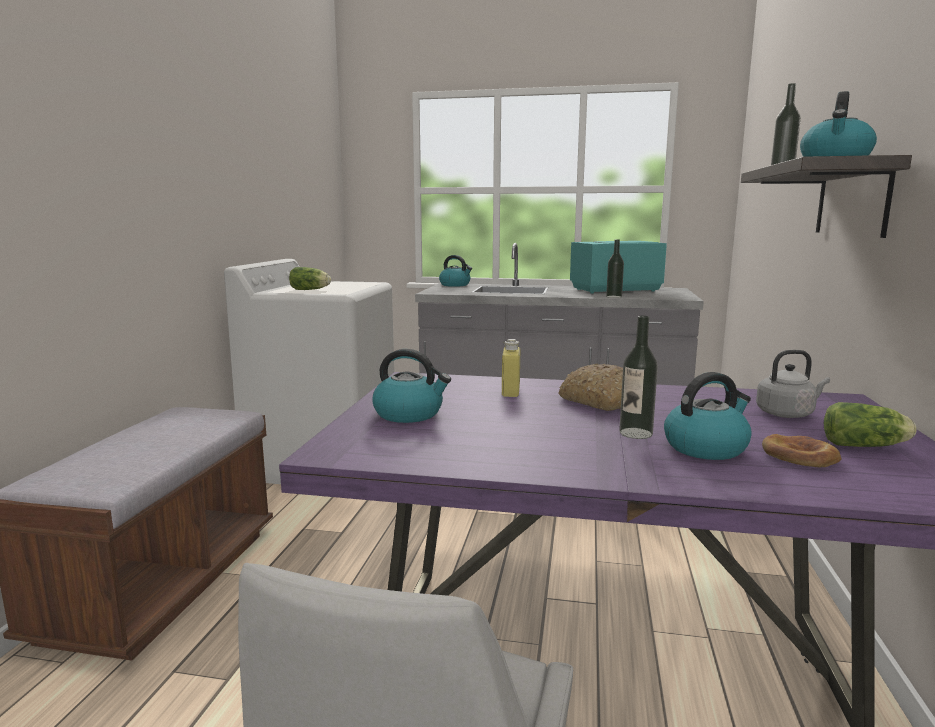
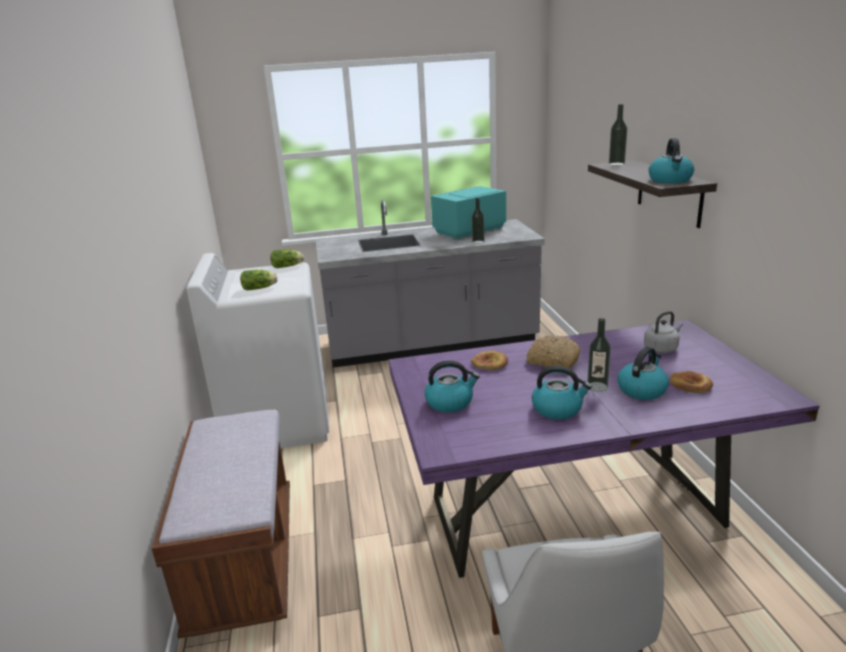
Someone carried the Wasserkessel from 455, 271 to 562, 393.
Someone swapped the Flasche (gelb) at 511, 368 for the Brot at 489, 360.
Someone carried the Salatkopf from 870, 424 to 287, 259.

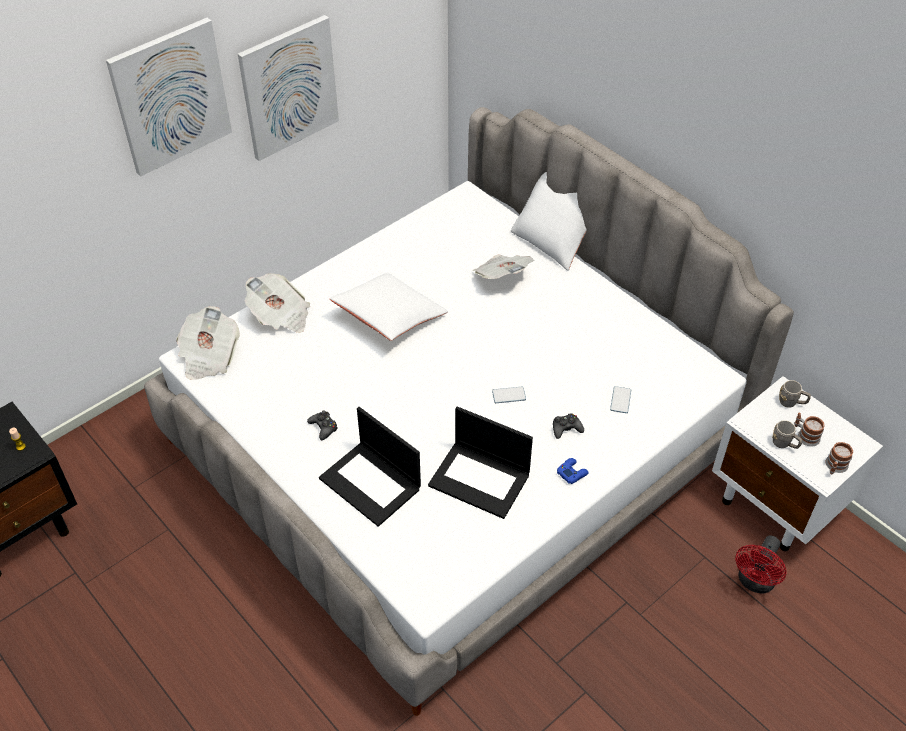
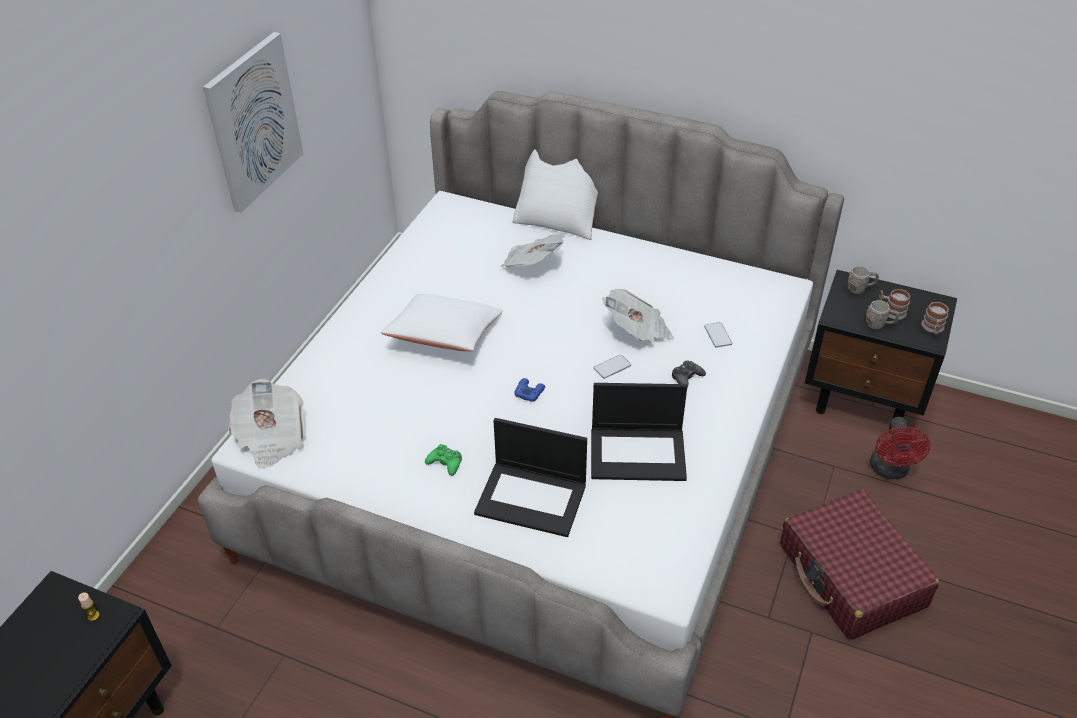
Someone took away the Bild at 169, 97.
Someone carried the Zeitung from 277, 303 to 638, 315.
Someone repainted the Gamepad (schwarz) at 322, 425, which became the Gamepad (grün) at 443, 460.
Someone carried the Gamepad (blau) from 573, 471 to 529, 390.
Someone repainted the Nachttisch (weiß) at 797, 463, which became the Nachttisch (schwarz) at 881, 352.
Someone put down the Koffer (rot) at 859, 564.

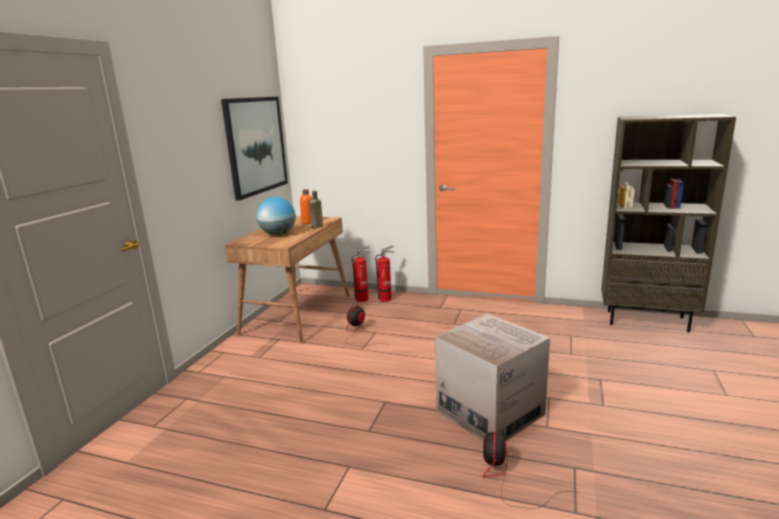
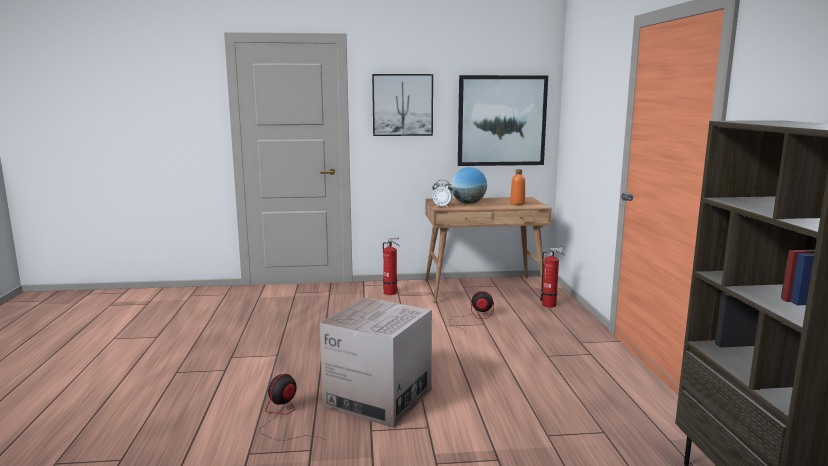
Someone took away the Flasche (braun) at 316, 210.
Someone carried the Feuerlöscher from 384, 273 to 391, 266.
Someone rotated the Ventilator at 530, 470 by 45 degrees counterclockwise.
Someone put up the Bild at 402, 105.
Someone put down the Wecker at 442, 193.

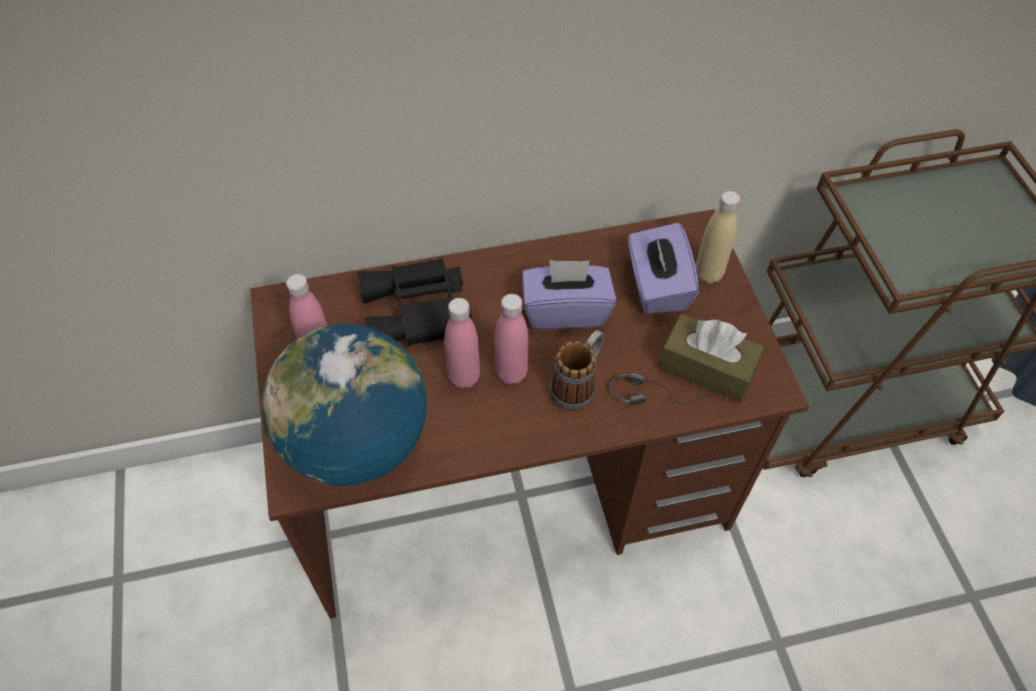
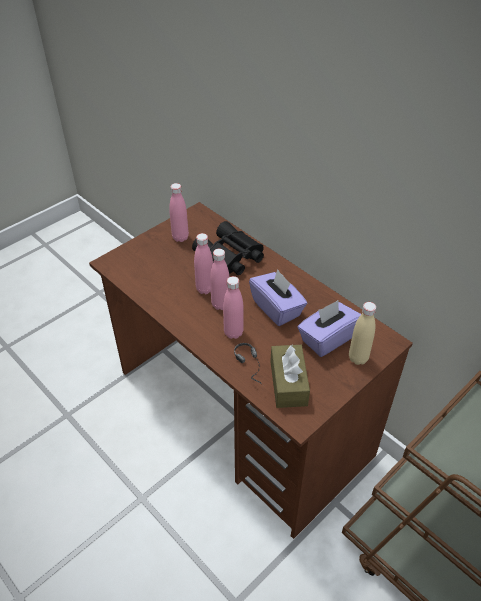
Someone took away the Globus at 344, 405.
Someone swapped the Henkelbecher at 577, 370 for the Flasche (rosa) at 233, 307.

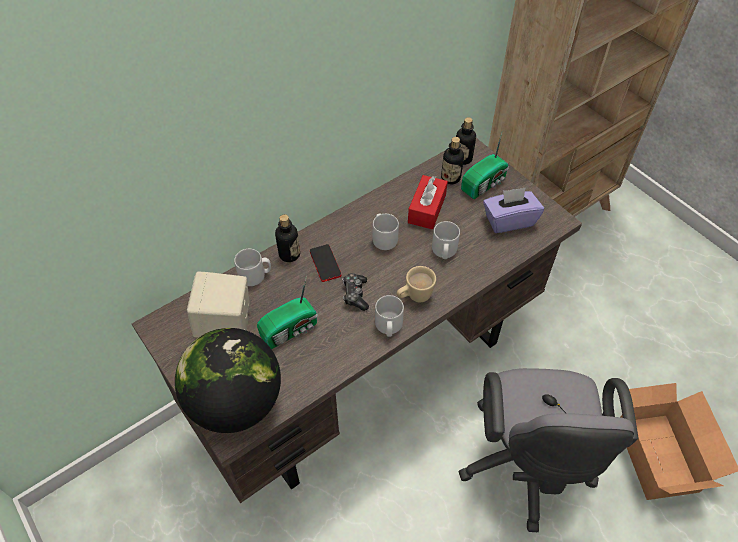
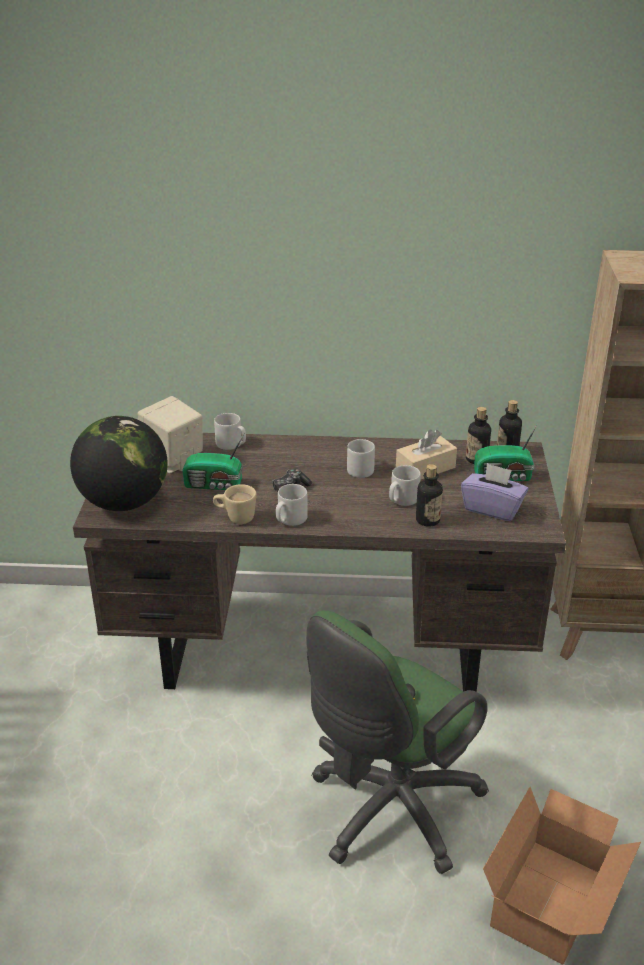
Someone carried the Flasche from 287, 238 to 429, 495.
Someone took away the Handy at 325, 263.
Someone carried the Henkelbecher (beige) from 416, 284 to 235, 504.
Someone repainted the Taschentuchbox (rot) at 428, 202, which became the Taschentuchbox (beige) at 426, 454.
Someone repainted the Bürostuhl (grau) at 548, 450, which became the Bürostuhl (grün) at 397, 742.

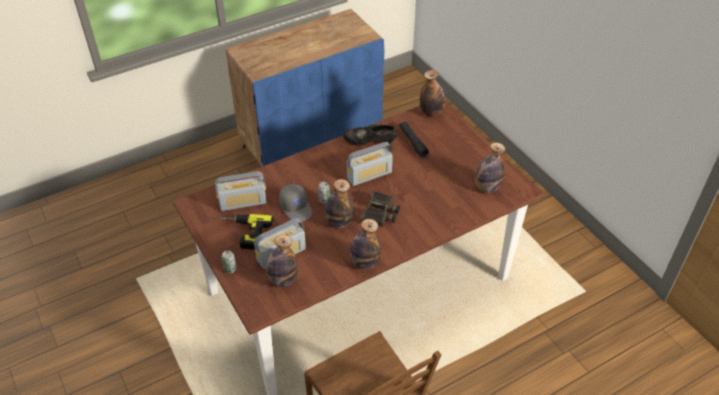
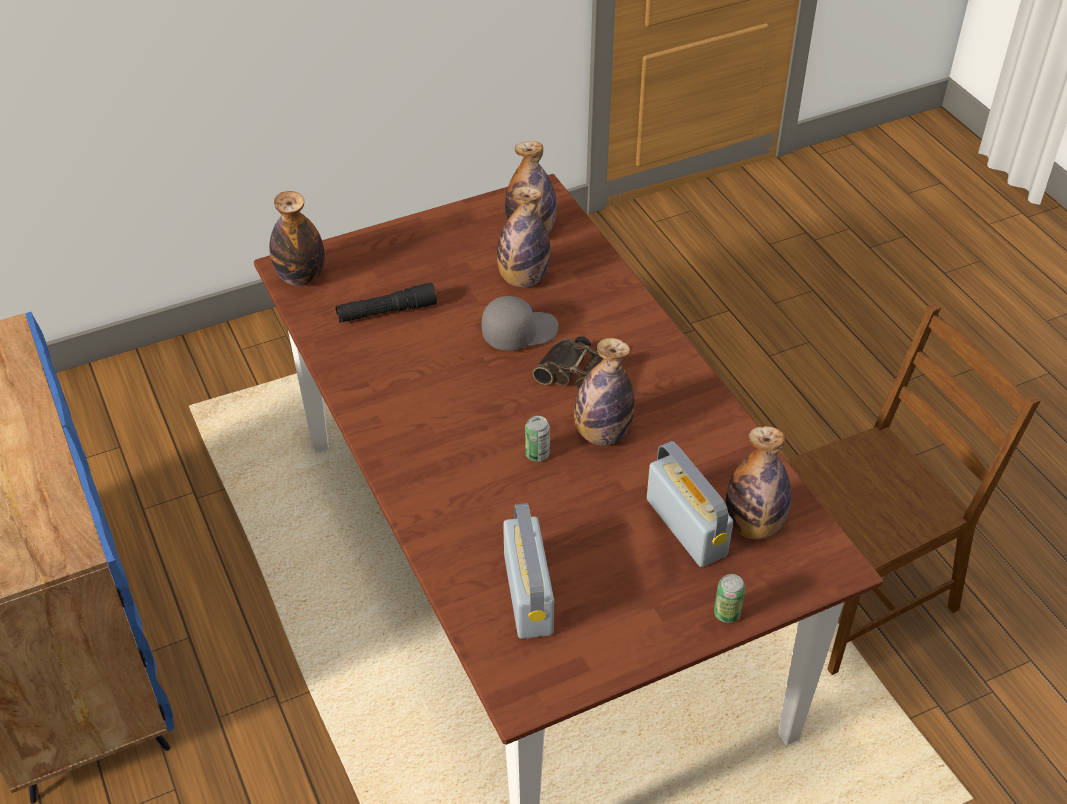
Someone took away the Bohrmaschine at 245, 232.
Someone carried the Kappe (grau) from 295, 202 to 520, 323.
Someone took away the Schuh (schwarz) at 370, 135.
Someone took away the Radio at 370, 164.
Someone carried the Flasche from 365, 244 to 523, 236.

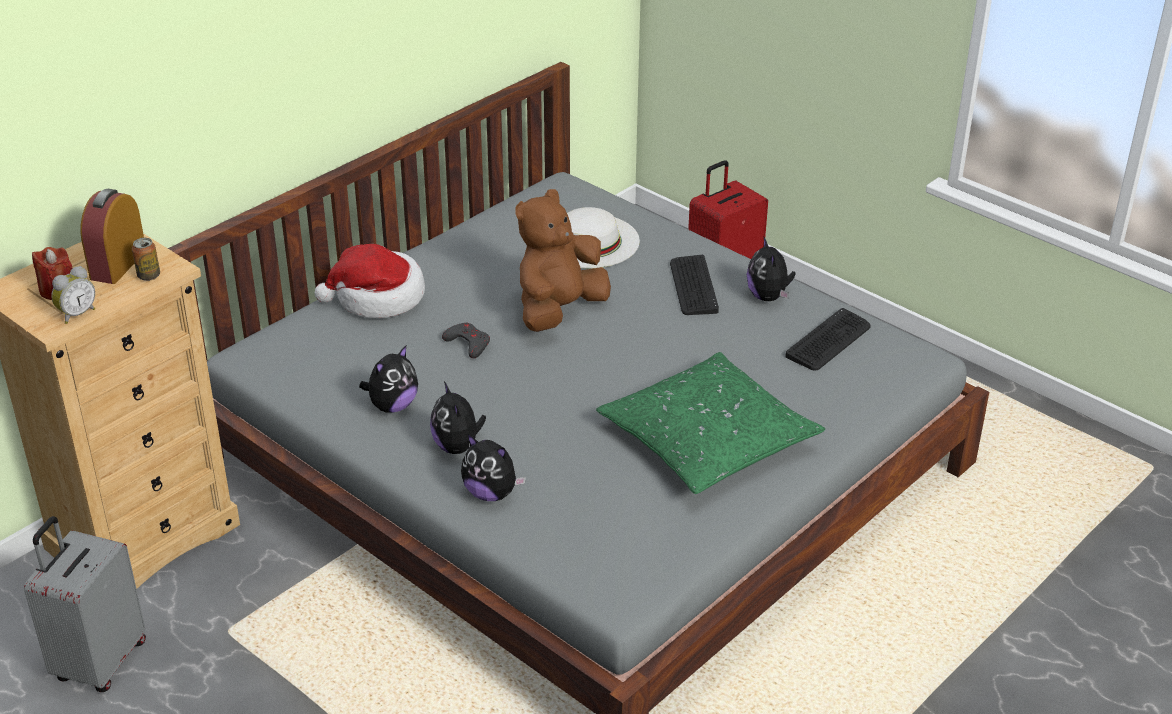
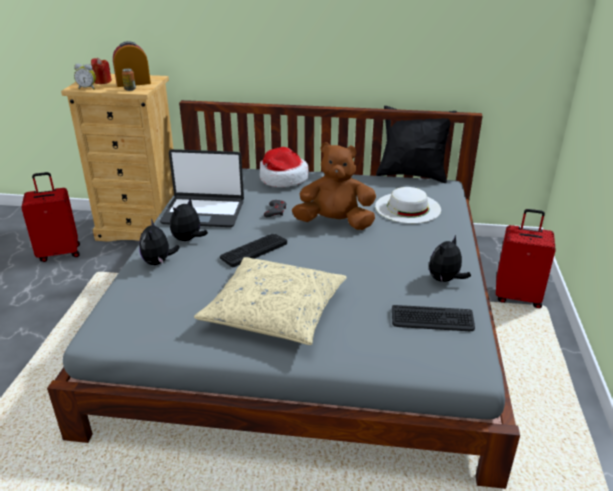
Someone repainted the Koffer (grau) at 85, 604, which became the Koffer (rot) at 50, 217.
Someone swapped the Plüschtier at 388, 379 for the Laptop at 202, 188.
Someone repainted the Kissen (grün) at 710, 423, which became the Kissen (beige) at 270, 301.
Someone carried the Tastatur from 694, 285 to 253, 251.
Someone put down the Kissen (schwarz) at 416, 144.

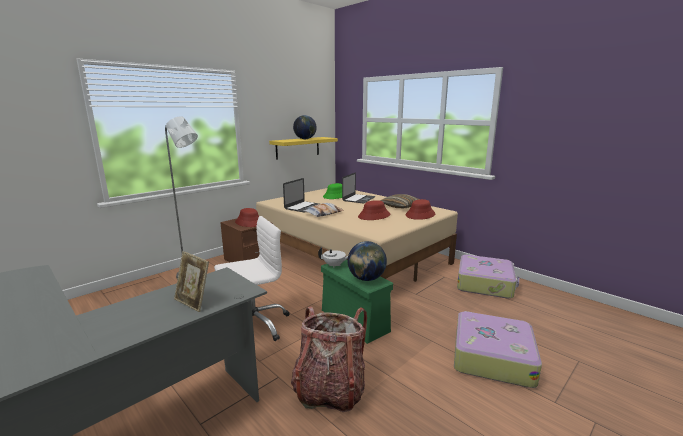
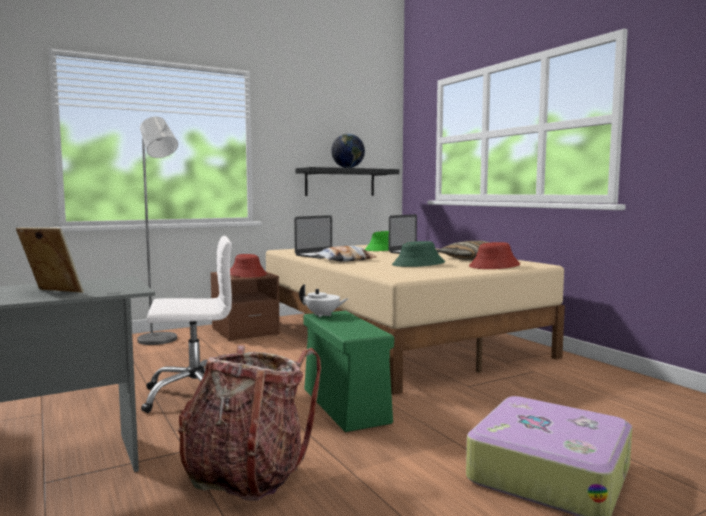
Someone rotated the Bilderrahmen at 191, 281 by 150 degrees clockwise.
Someone repainted the Wandregal (gelb) at 303, 148, which became the Wandregal (schwarz) at 347, 181.
Someone took away the Globus at 367, 261.
Someone repainted the Hut (rot) at 374, 210, which became the Hut (grün) at 418, 254.
Someone took away the Koffer at 488, 277.

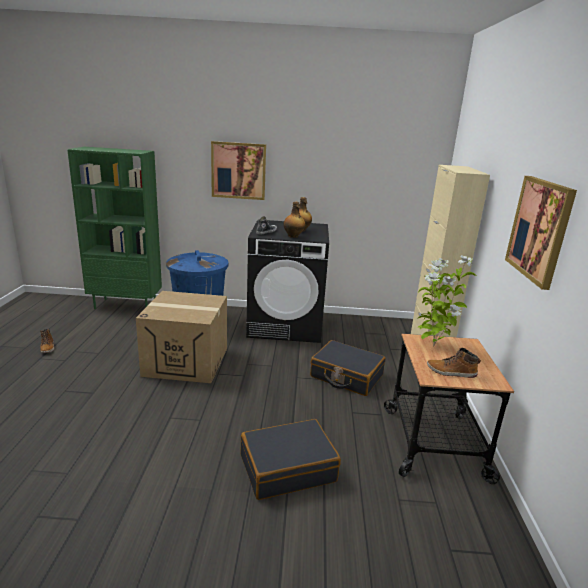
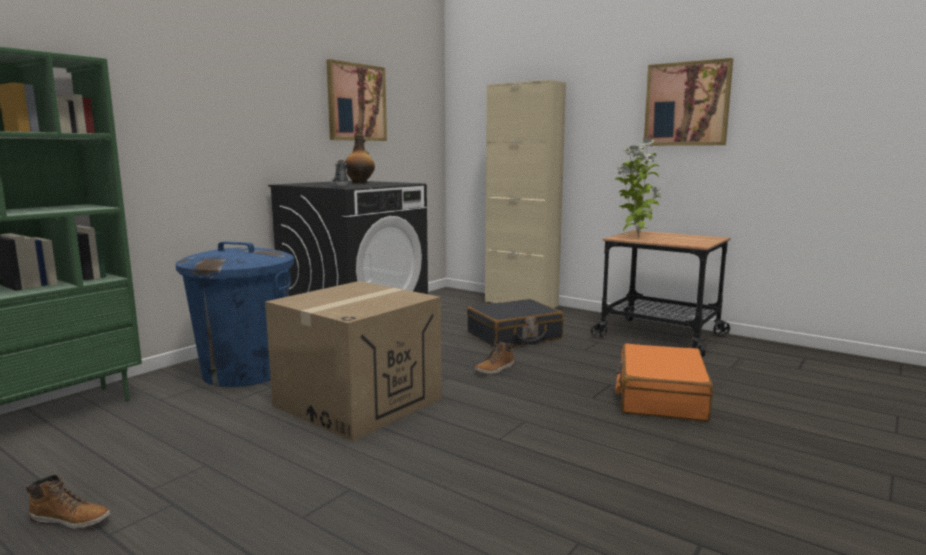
Someone carried the Bild from 238, 170 to 356, 100.
Someone repainted the Koffer (schwarz) at 291, 459, which became the Koffer (orange) at 664, 383.
Someone took away the Flasche at 294, 220.
Someone carried the Stiefel from 454, 363 to 495, 357.

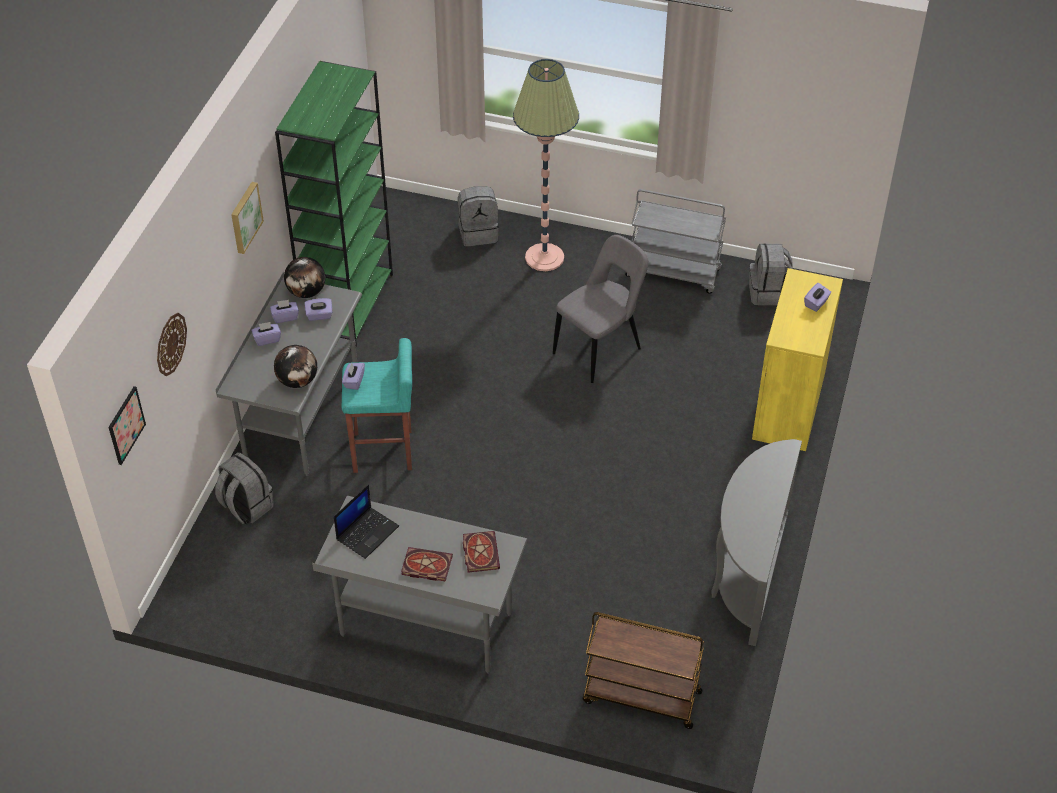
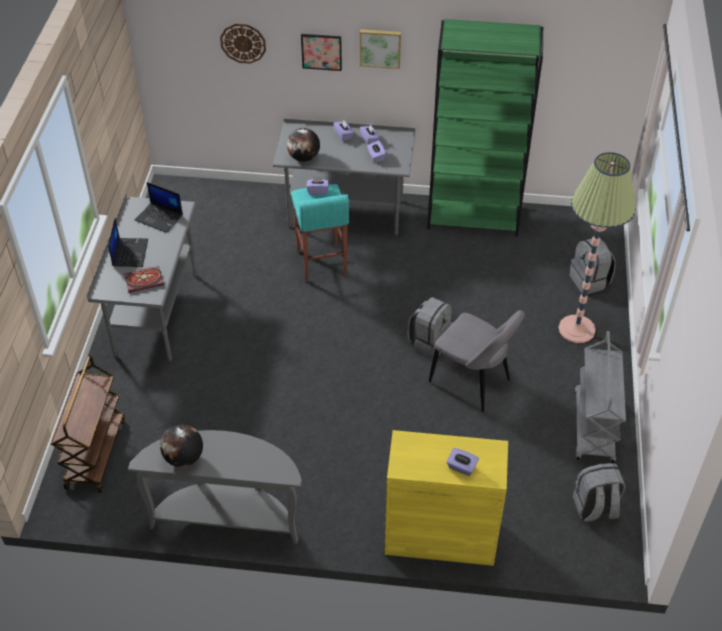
Someone carried the Bild from 127, 425 to 321, 52.
Someone carried the Rucksack (grau) from 244, 488 to 430, 327.
Someone carried the Globus from 304, 277 to 181, 445.
Someone swapped the Buch at 427, 564 for the Laptop at 128, 242.

